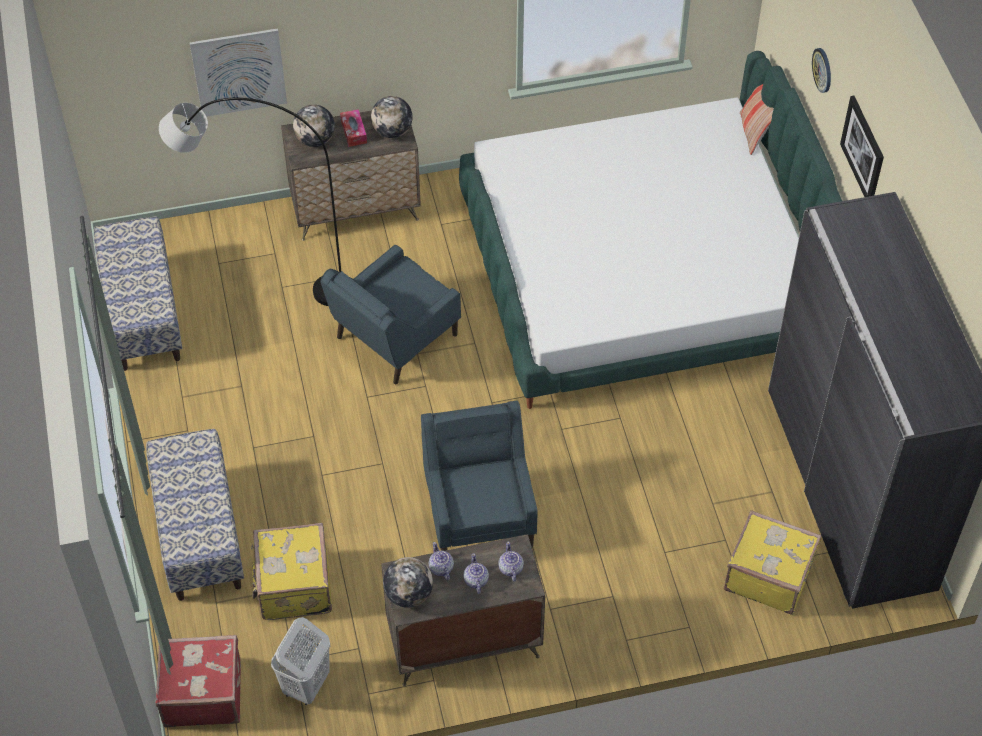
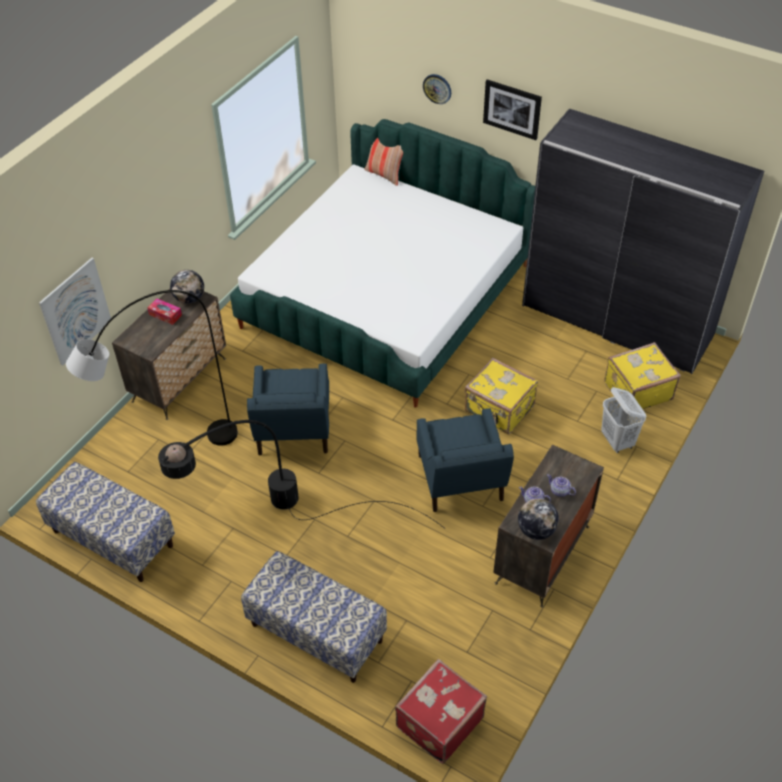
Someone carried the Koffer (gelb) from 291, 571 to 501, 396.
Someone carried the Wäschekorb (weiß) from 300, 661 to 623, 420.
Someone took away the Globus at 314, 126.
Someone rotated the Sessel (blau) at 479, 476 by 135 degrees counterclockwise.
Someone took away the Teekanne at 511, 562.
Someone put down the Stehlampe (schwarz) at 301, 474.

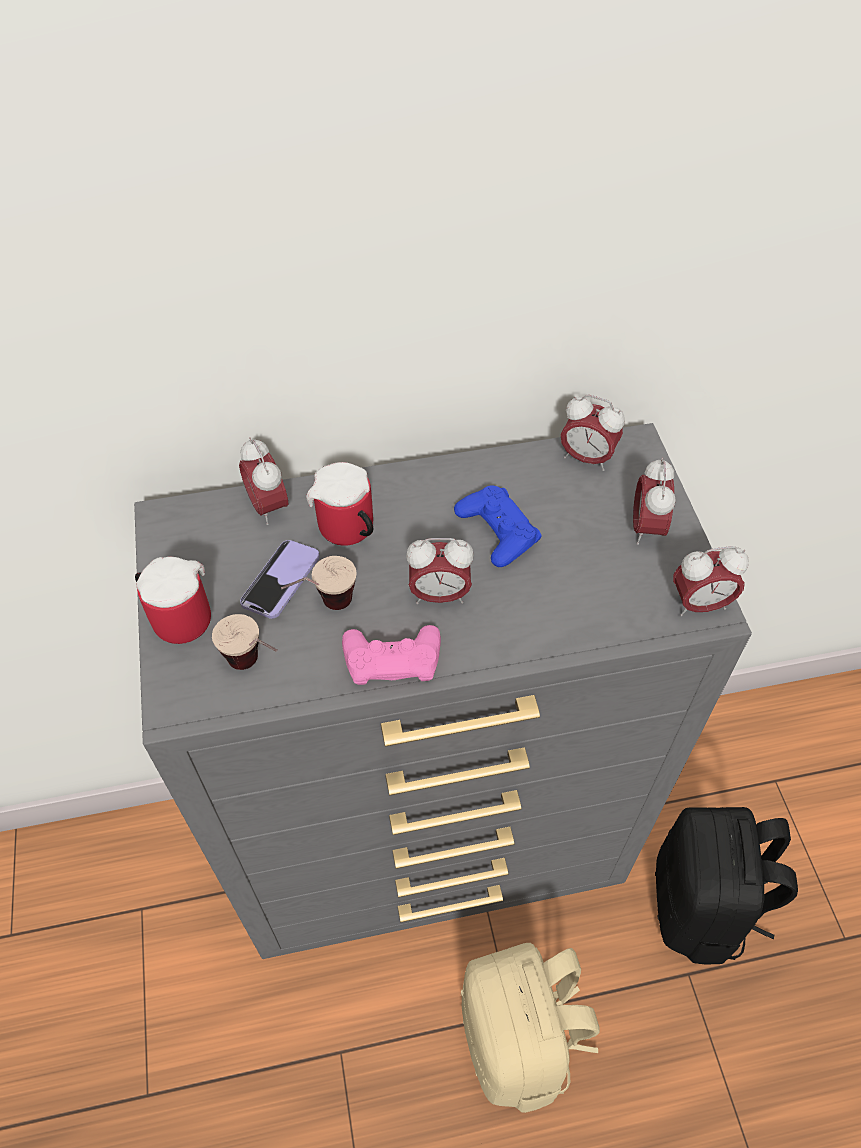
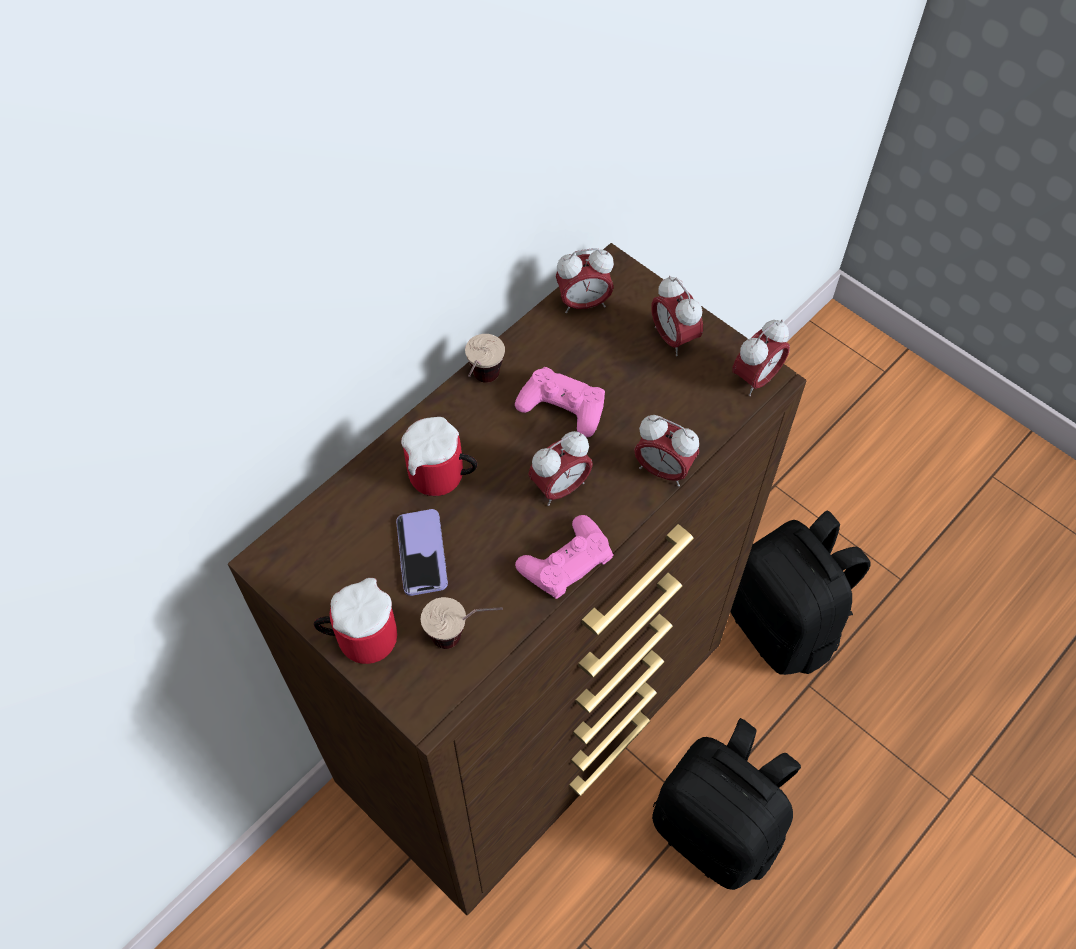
Someone repainted the Kommode (grau) at 443, 691, which became the Kommode (braun) at 517, 579.
Someone carried the Wecker from 263, 481 to 666, 450.
Someone carried the Tasse from 319, 583 to 485, 358.
Someone repainted the Gamepad (blau) at 497, 526, which became the Gamepad (rosa) at 560, 402.
Someone repainted the Rucksack (beige) at 530, 1028, which became the Rucksack (schwarz) at 726, 804.

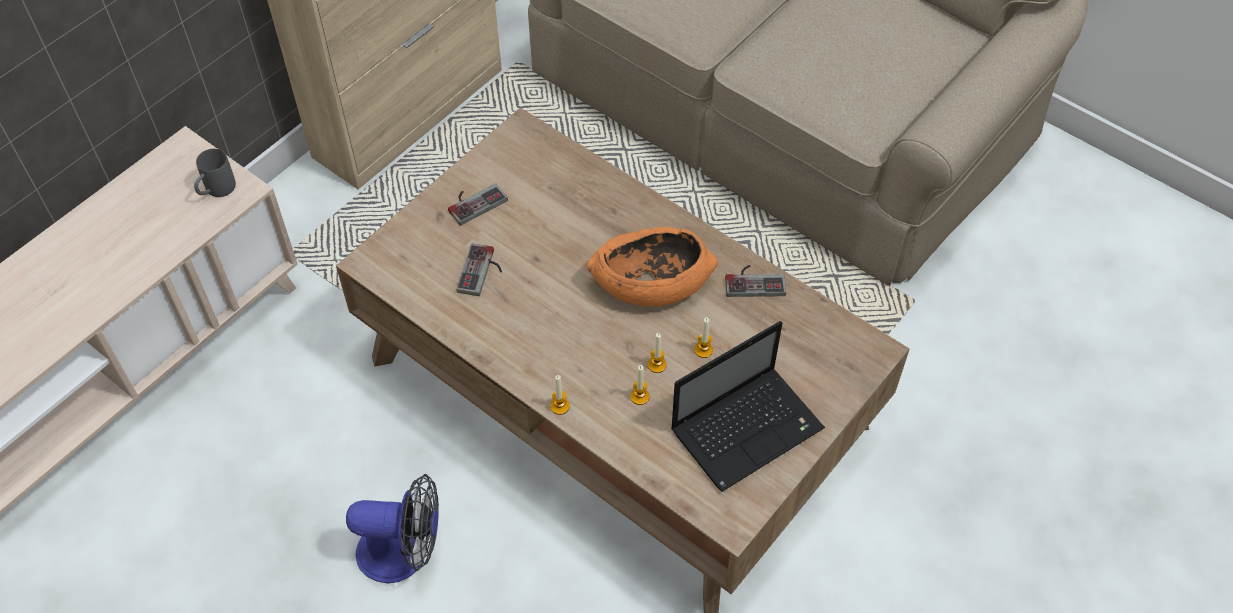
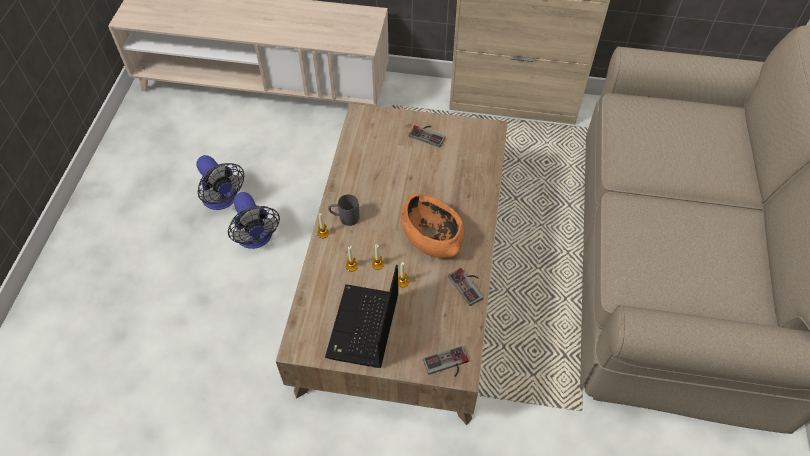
Someone carried the Henkelbecher (grau) from 215, 173 to 344, 210.
Someone carried the Gamepad from 479, 269 to 445, 361.
Someone rotated the Laptop at 748, 406 by 75 degrees clockwise.
Someone put down the Ventilator at 220, 182.

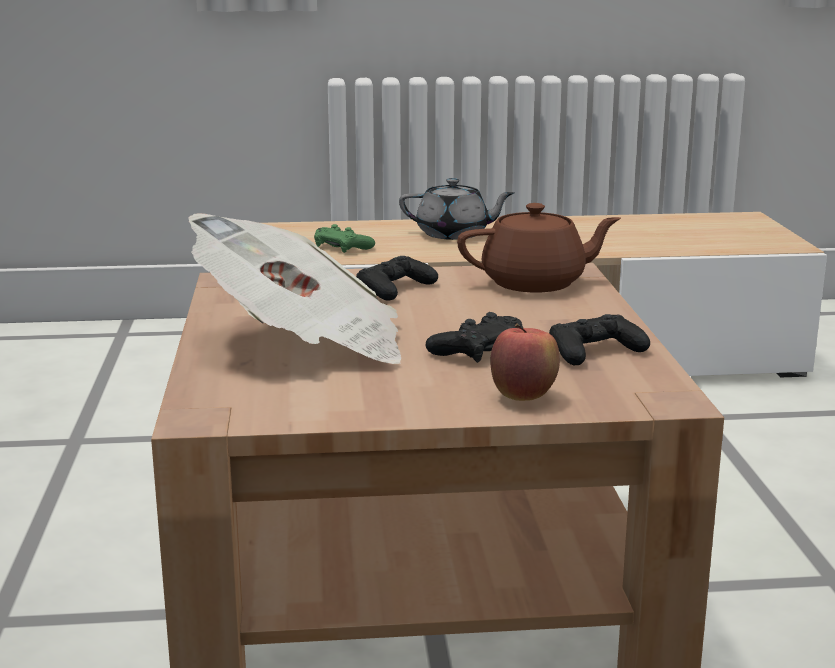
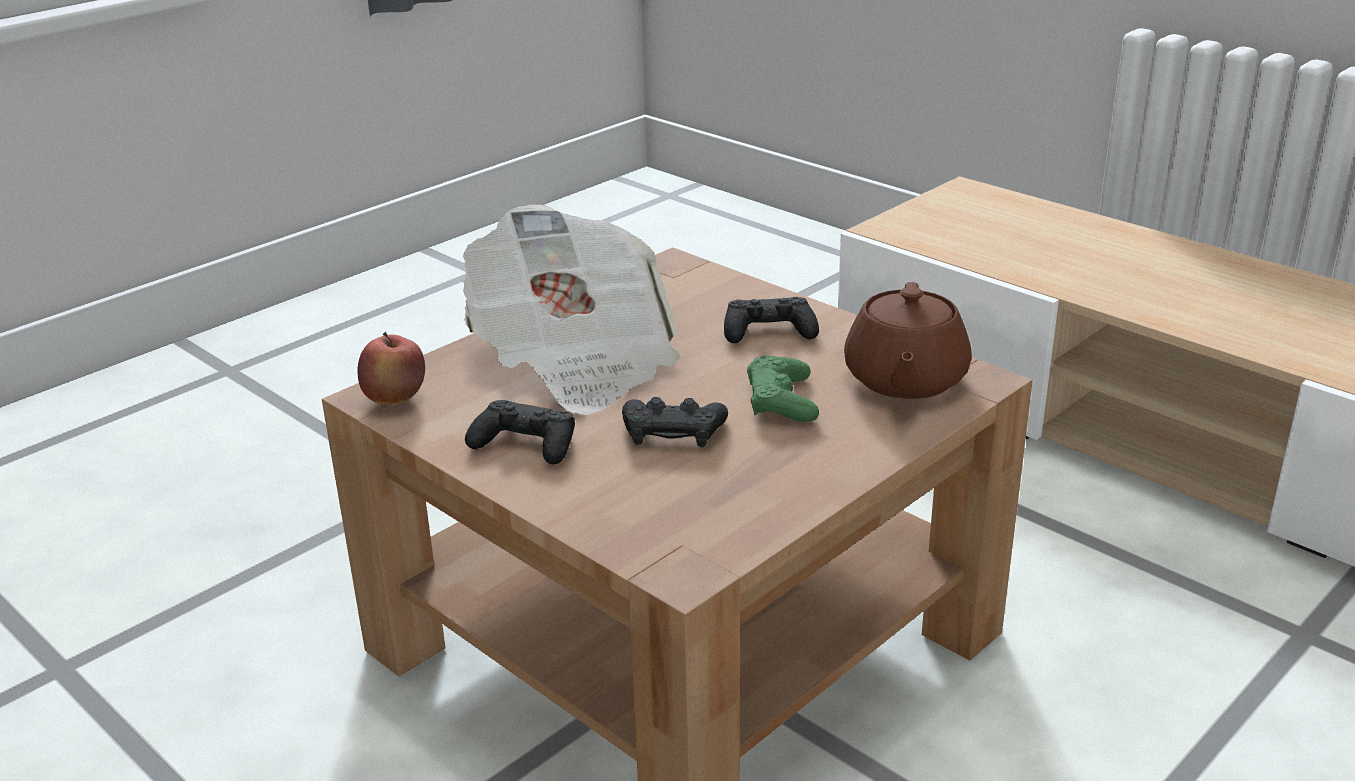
Someone carried the Gamepad (grün) from 344, 238 to 783, 388.
Someone took away the Teekanne (grau) at 456, 209.
Someone rotated the Teekanne (braun) at 539, 247 by 60 degrees clockwise.
Someone carried the Apfel from 525, 362 to 391, 368.
Someone carried the Gamepad (schwarz) from 599, 339 to 520, 432.

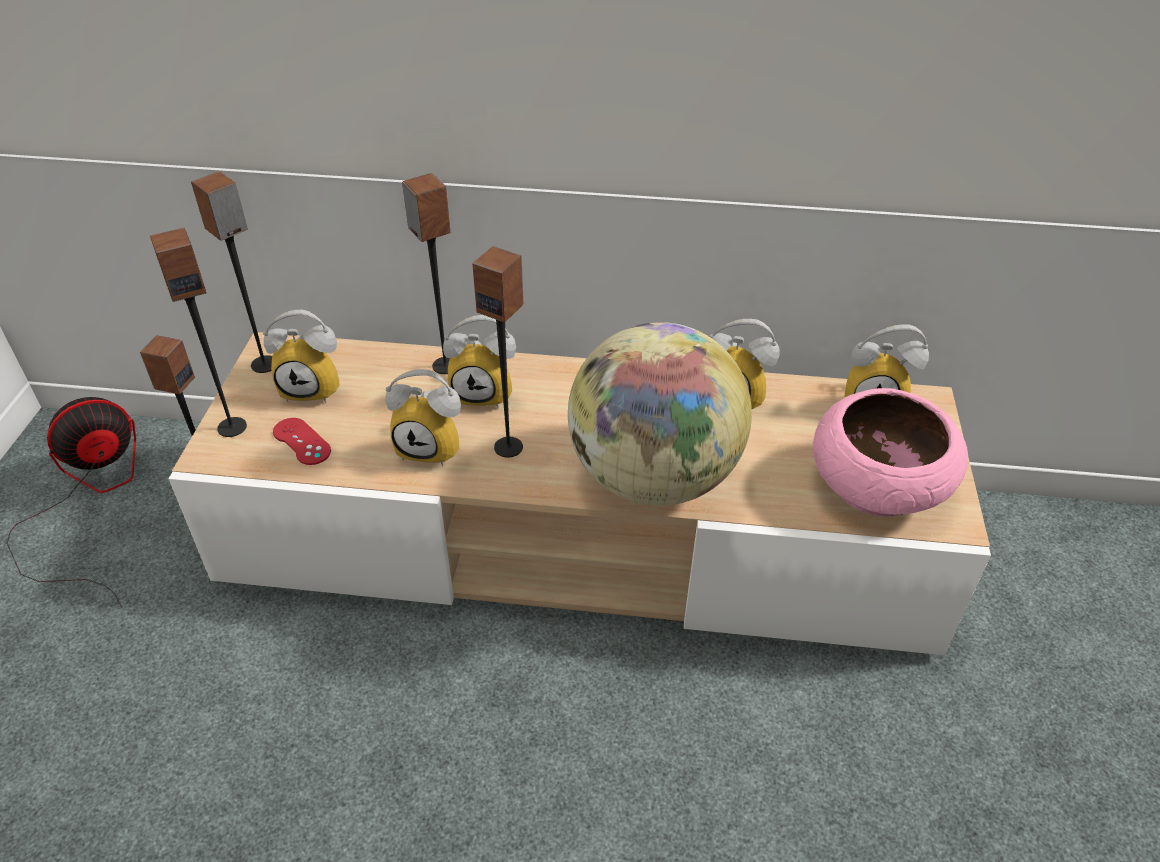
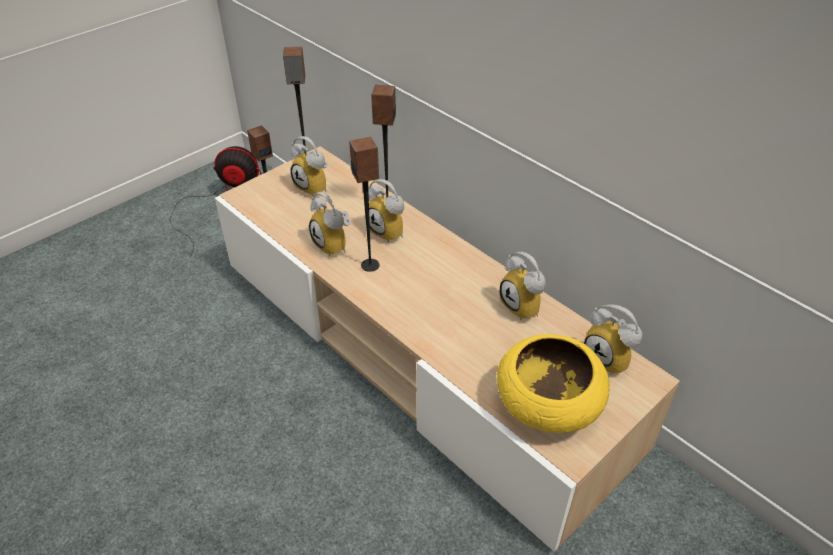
Someone took away the Lautsprecher at 198, 332.
Someone took away the Gamepad (rot) at 302, 441.
Someone took away the Globus at 660, 414.
Someone repainted the Schüssel (rosa) at 890, 452, which became the Schüssel (gelb) at 553, 383.

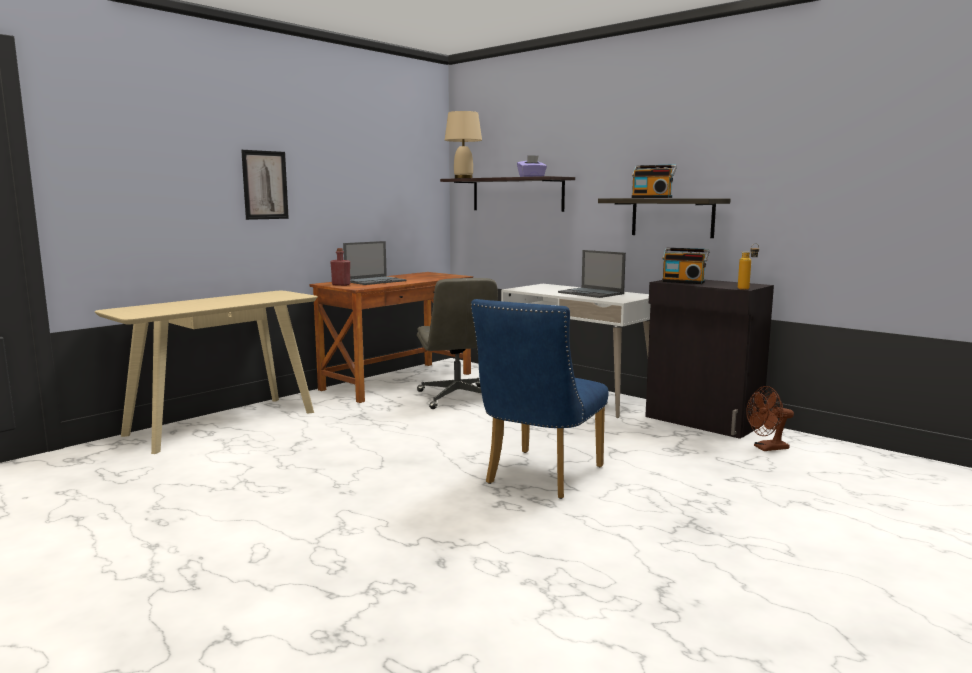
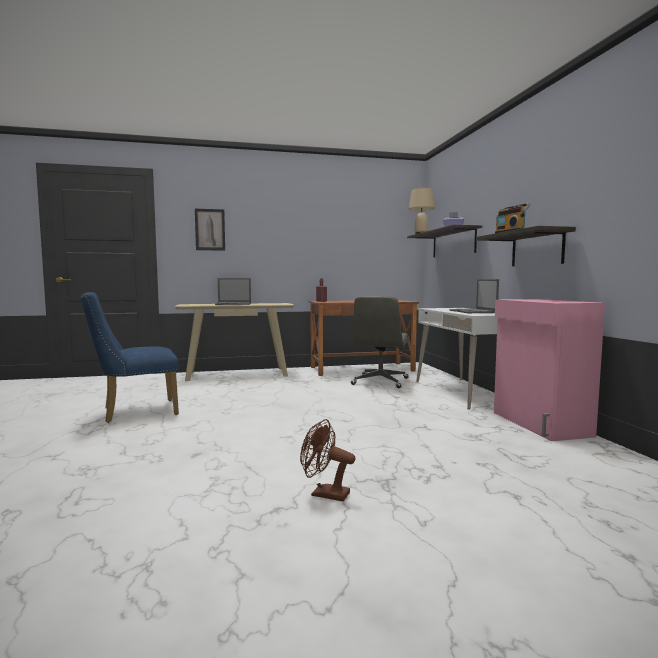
Someone carried the Bild from 265, 185 to 210, 229.
Someone carried the Laptop from 374, 263 to 233, 291.
Someone carried the Stuhl (blau) from 540, 399 to 130, 357.
Someone repainted the Schrank (schwarz) at 709, 359, which became the Schrank (rosa) at 549, 370.
Someone took away the Radio at 685, 266.
Someone took away the Flasche at 748, 266.
Someone carried the Ventilator (braun) from 770, 418 to 327, 460.

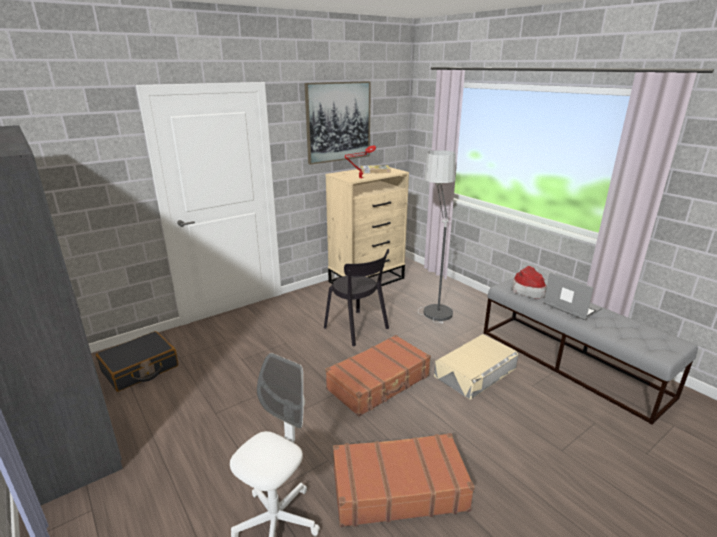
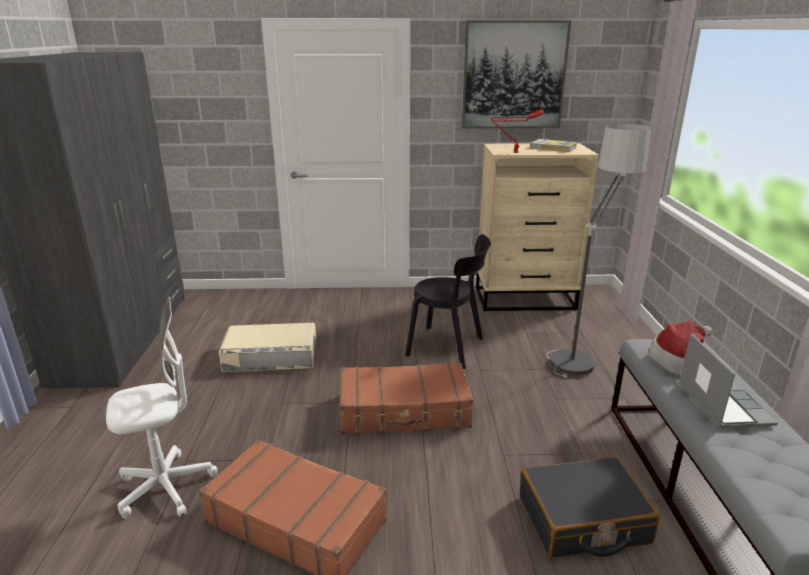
Someone carried the Koffer (schwarz) from 137, 361 to 590, 507.
Someone rotated the Stuhl (schwarz) at 356, 298 by 60 degrees counterclockwise.
Someone carried the Aufbewahrungsbox (beige) from 476, 366 to 267, 347.

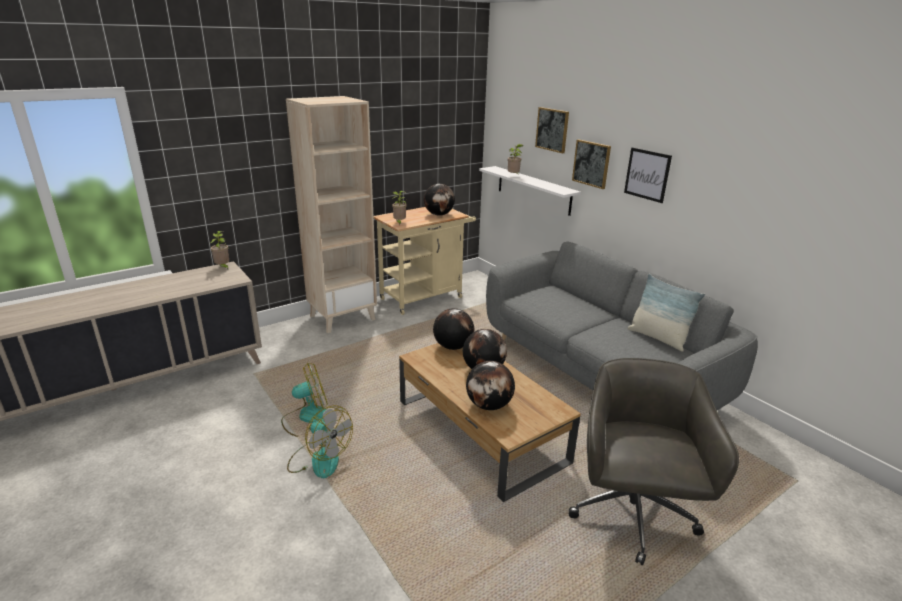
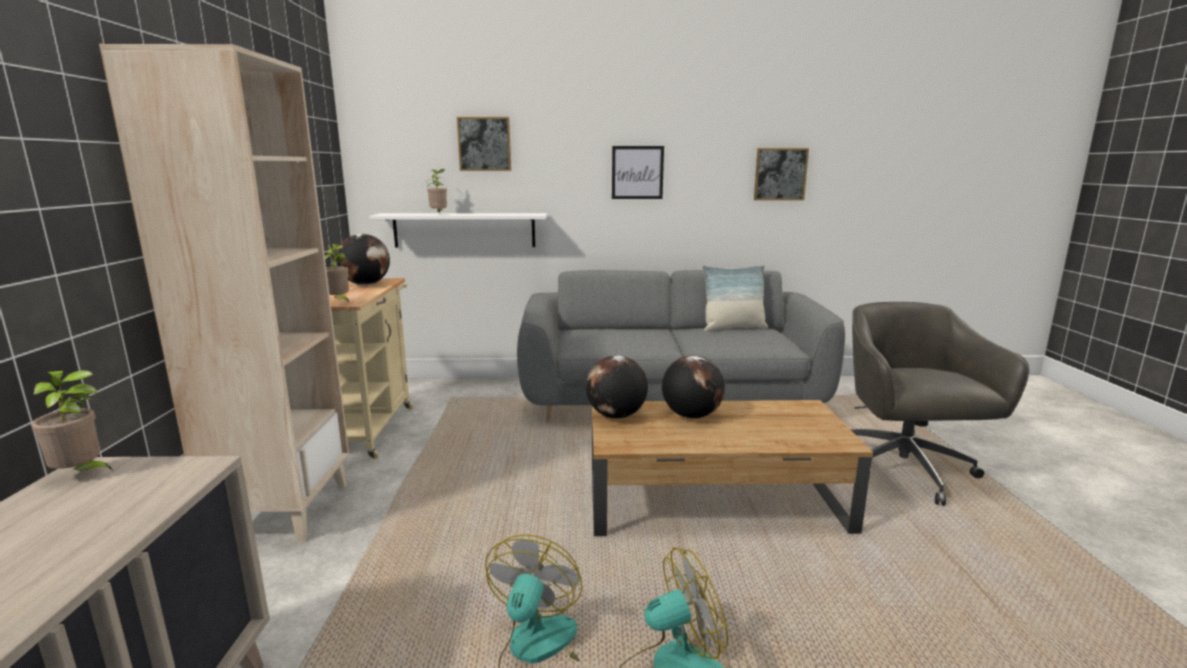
Someone took away the Globus at 490, 385.
Someone rotated the Bürostuhl (grau) at 654, 461 by 45 degrees clockwise.
Someone carried the Bild from 591, 164 to 781, 174.

